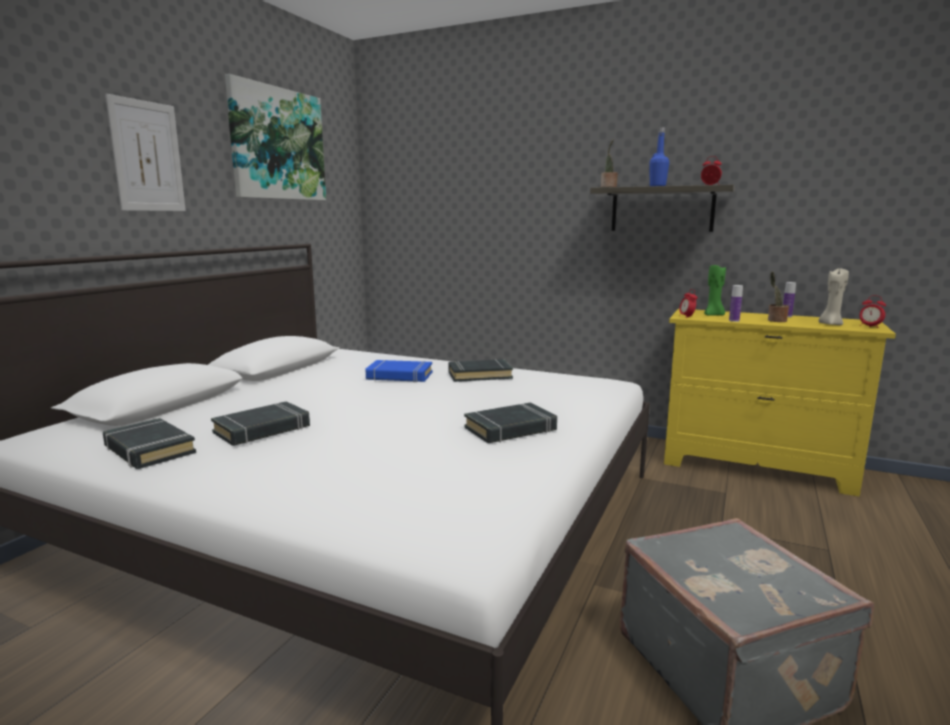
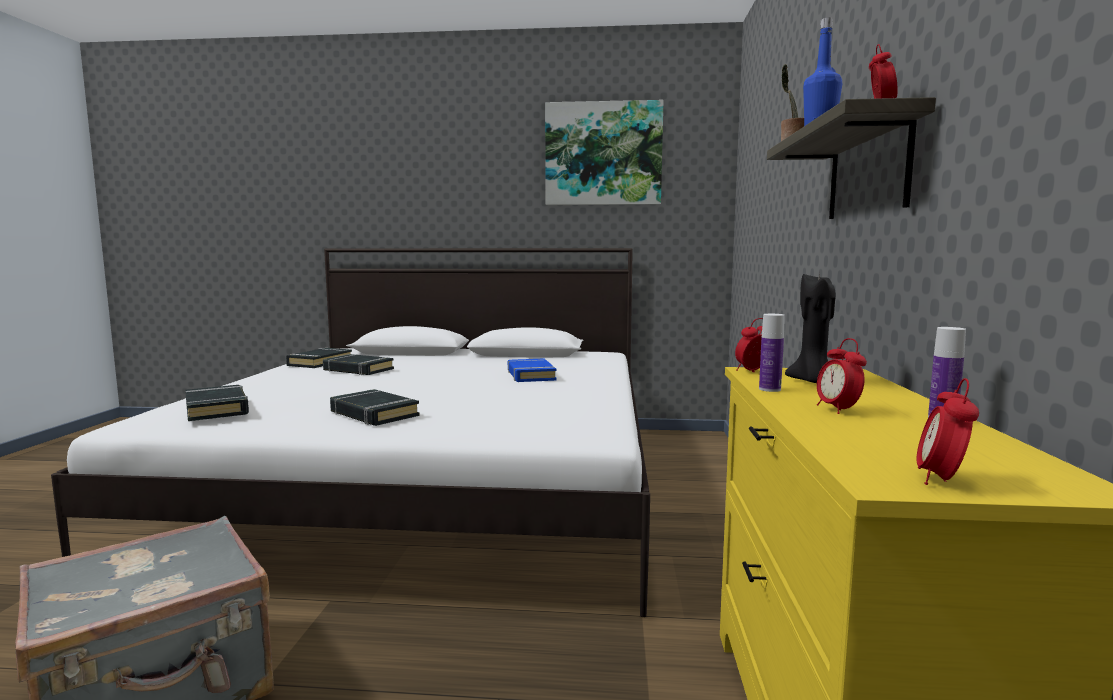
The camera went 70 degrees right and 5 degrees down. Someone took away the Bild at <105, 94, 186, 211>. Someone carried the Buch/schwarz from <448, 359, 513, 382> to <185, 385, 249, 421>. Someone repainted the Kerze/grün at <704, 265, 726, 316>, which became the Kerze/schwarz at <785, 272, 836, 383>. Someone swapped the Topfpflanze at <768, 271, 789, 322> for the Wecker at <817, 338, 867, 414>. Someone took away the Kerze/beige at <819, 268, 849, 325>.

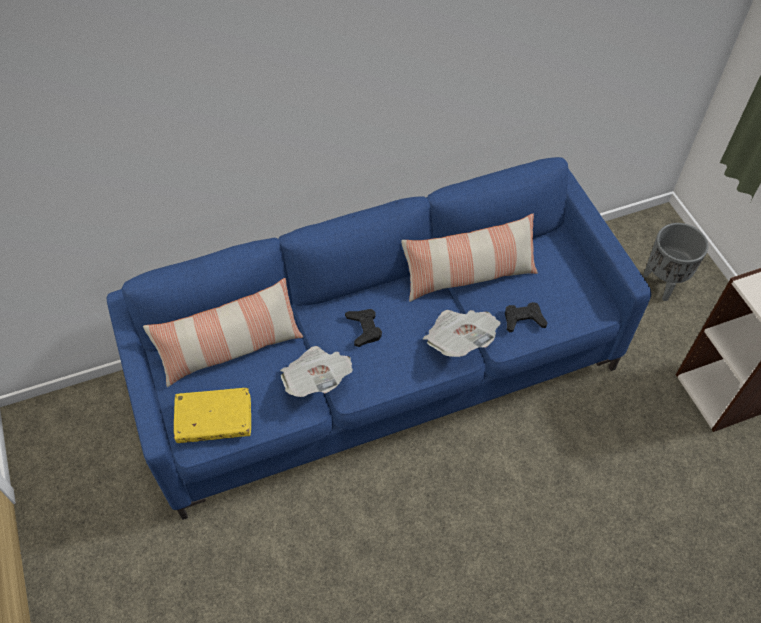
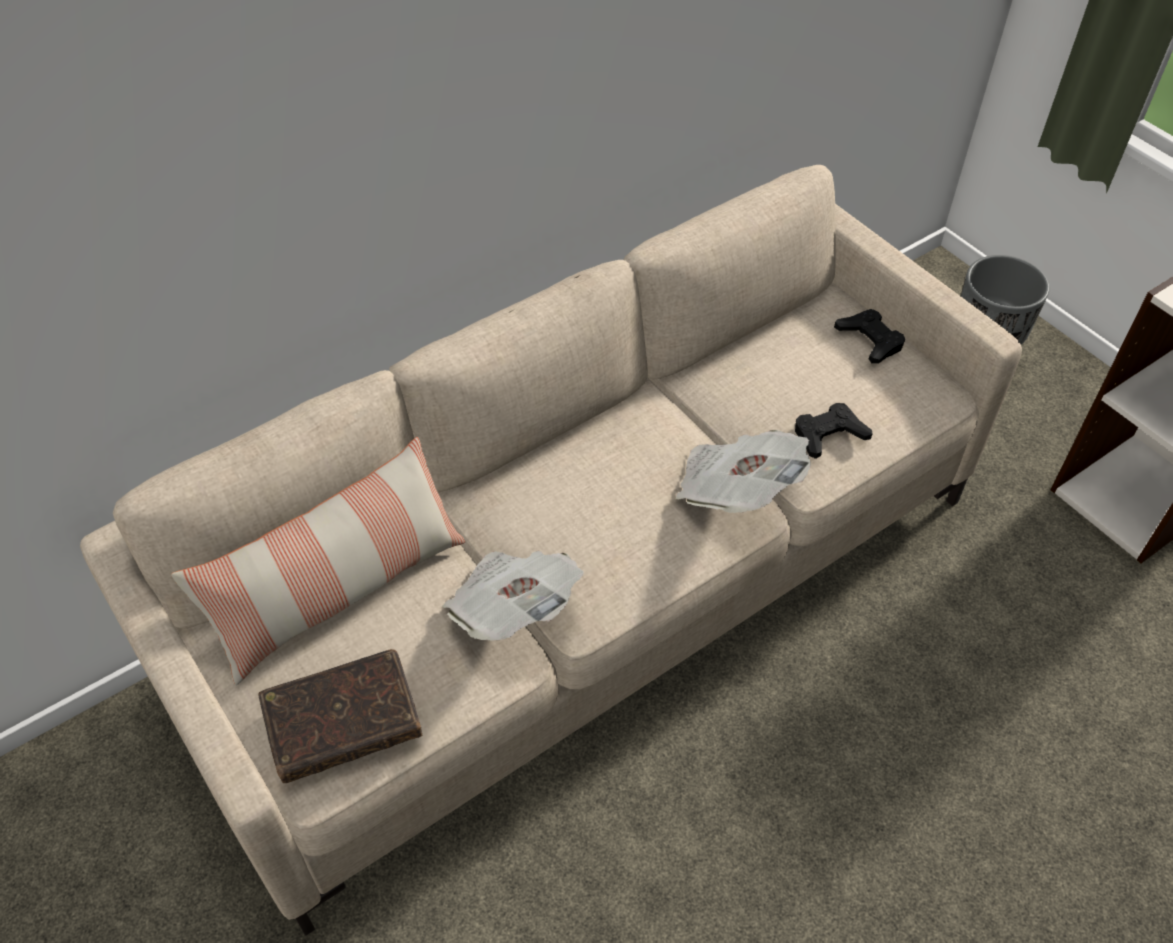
The camera went 15 degrees left and 5 degrees down. Someone repainted the Sofa/blau at <107, 157, 651, 520>, which became the Sofa/beige at <80, 165, 1022, 936>. Someone repainted the Buch/gelb at <174, 388, 251, 443>, which became the Buch/braun at <258, 649, 422, 783>. Someone carried the Gamepad/schwarz from <345, 309, 382, 347> to <834, 309, 905, 364>. Someone took away the Kissen at <401, 214, 538, 302>.

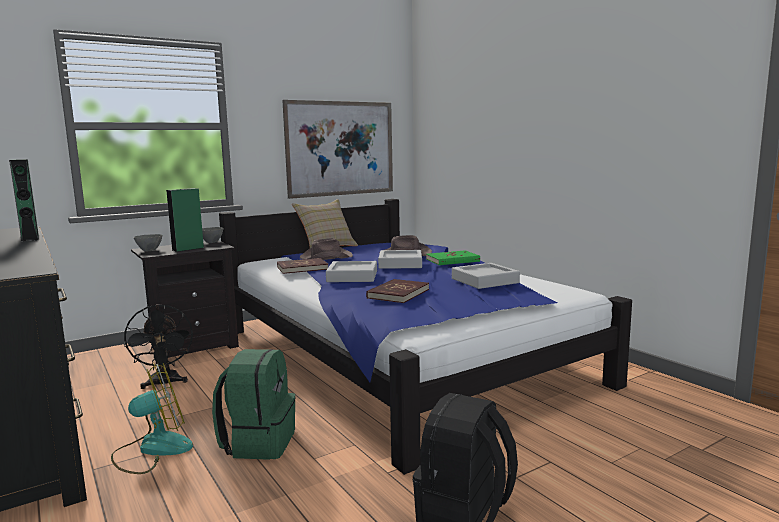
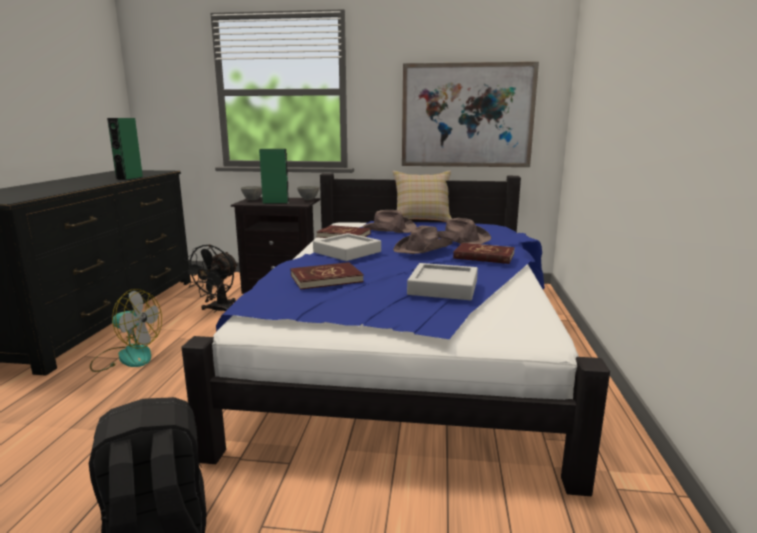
The camera went 40 degrees right and 5 degrees up. Someone took away the Rucksack/grün at <212, 349, 296, 460>. Someone swapped the Tablett/grau at <378, 250, 422, 269> for the Hut/braun at <393, 226, 453, 254>. Someone repainted the Buch/grün at <426, 250, 480, 265>, which became the Buch/rot at <453, 243, 515, 264>.

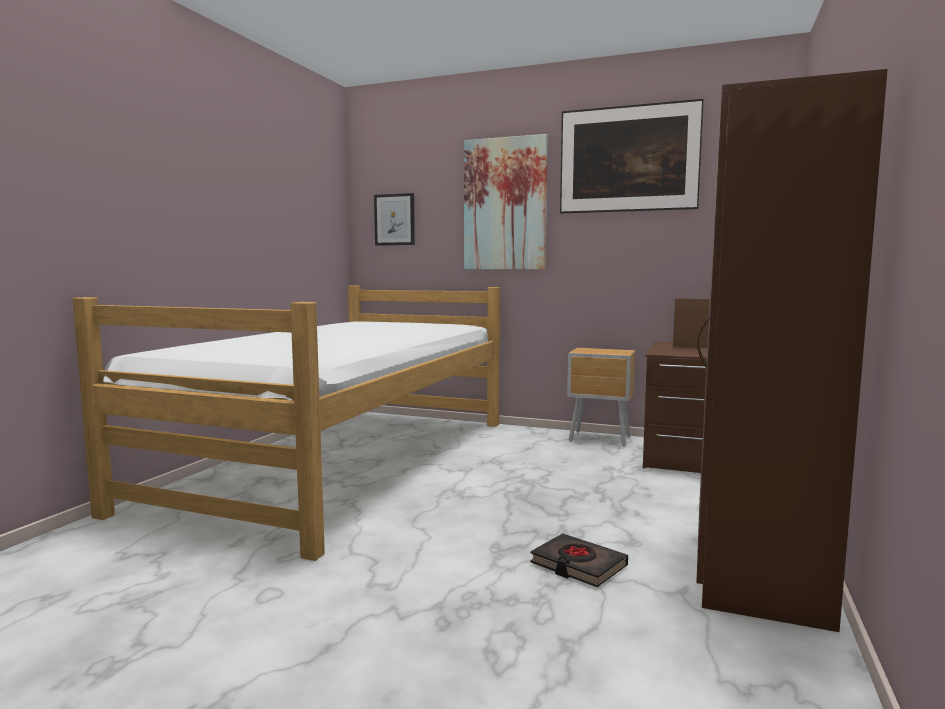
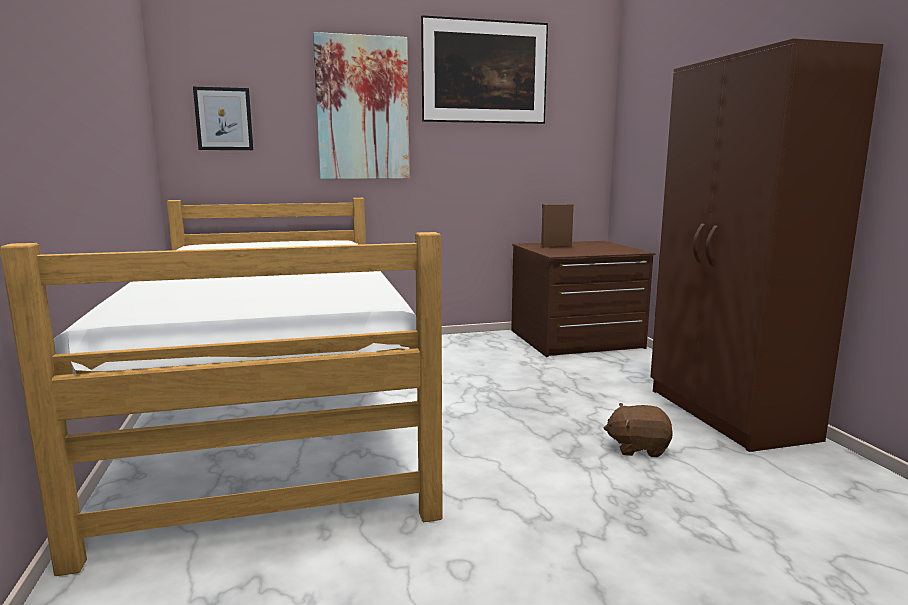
The camera went 35 degrees left and 5 degrees up. Someone swapped the Buch/schwarz at <530, 533, 628, 587> for the Plüschtier/braun at <604, 403, 673, 457>. Someone took away the Nachttisch/braun at <567, 348, 636, 447>.

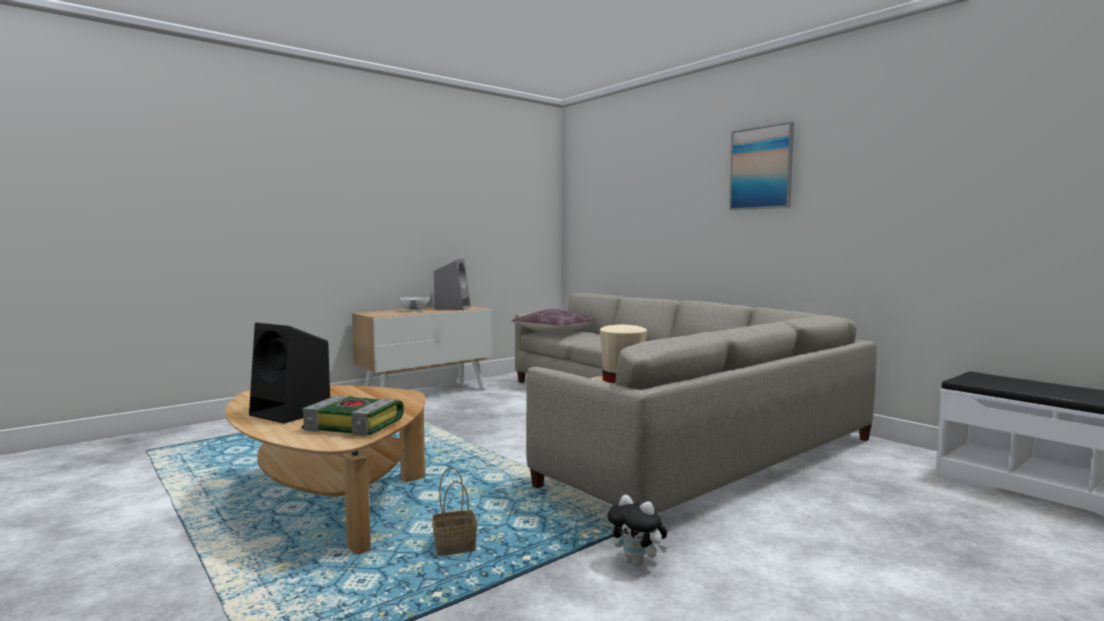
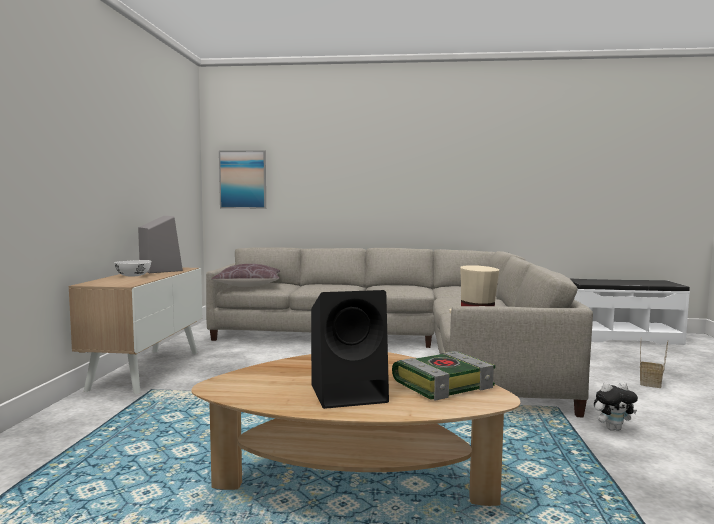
The camera went 45 degrees left and 0 degrees up. Someone carried the Korb from <432, 467, 477, 556> to <640, 341, 668, 388>. Someone carried the Bild from <729, 122, 794, 210> to <219, 150, 266, 209>.

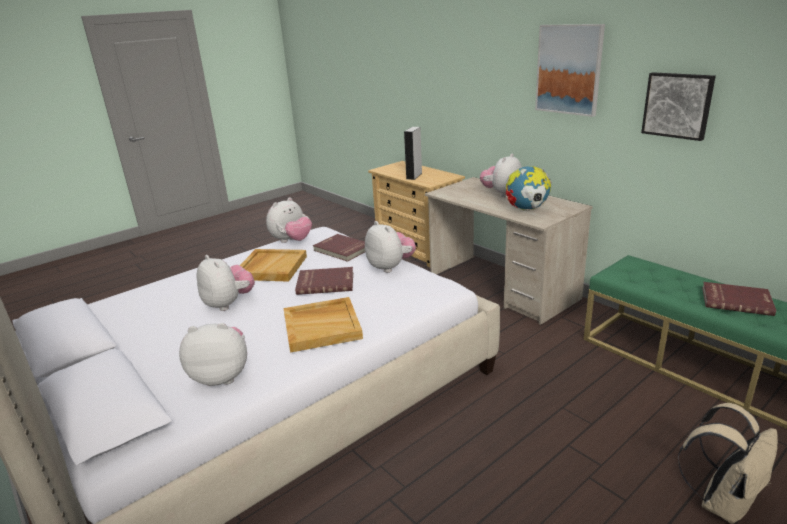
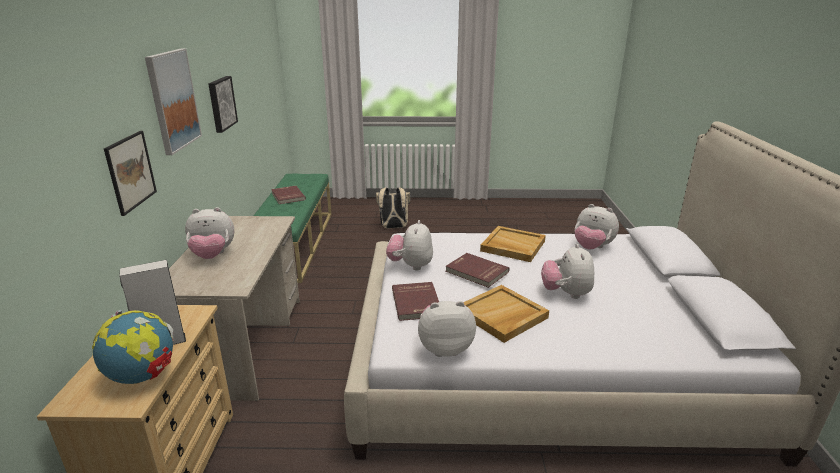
The camera went 140 degrees left and 0 degrees up. Someone carried the Globus from <506, 166, 552, 211> to <92, 310, 174, 384>. Someone put up the Bild at <104, 131, 157, 216>.

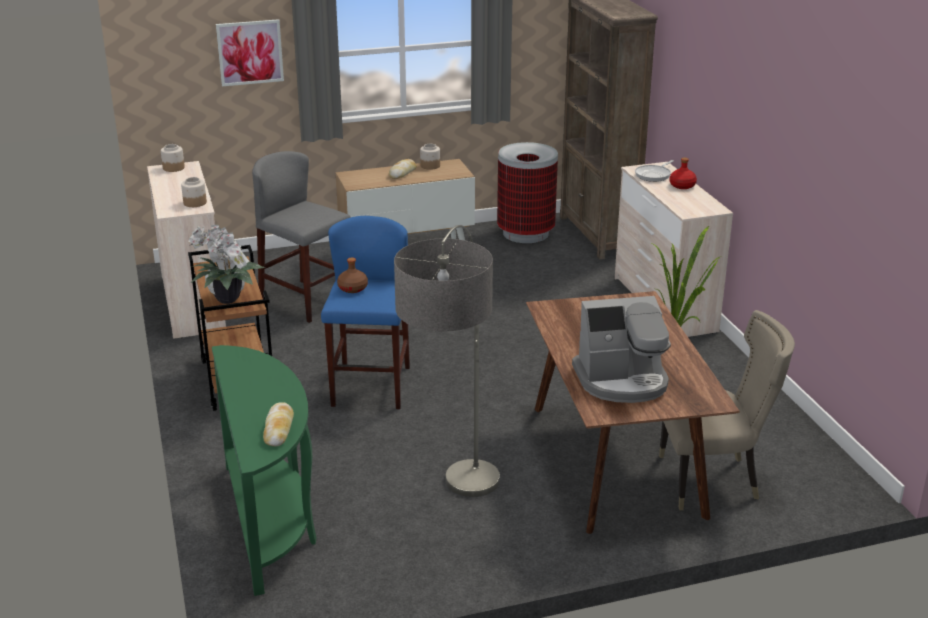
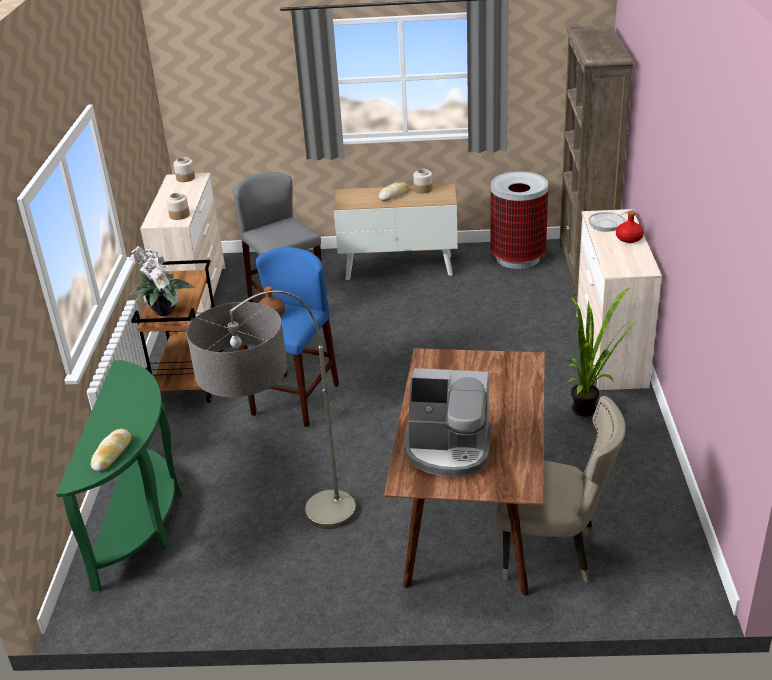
The camera went 20 degrees right and 5 degrees up. Someone took away the Bild at <216, 19, 284, 86>.

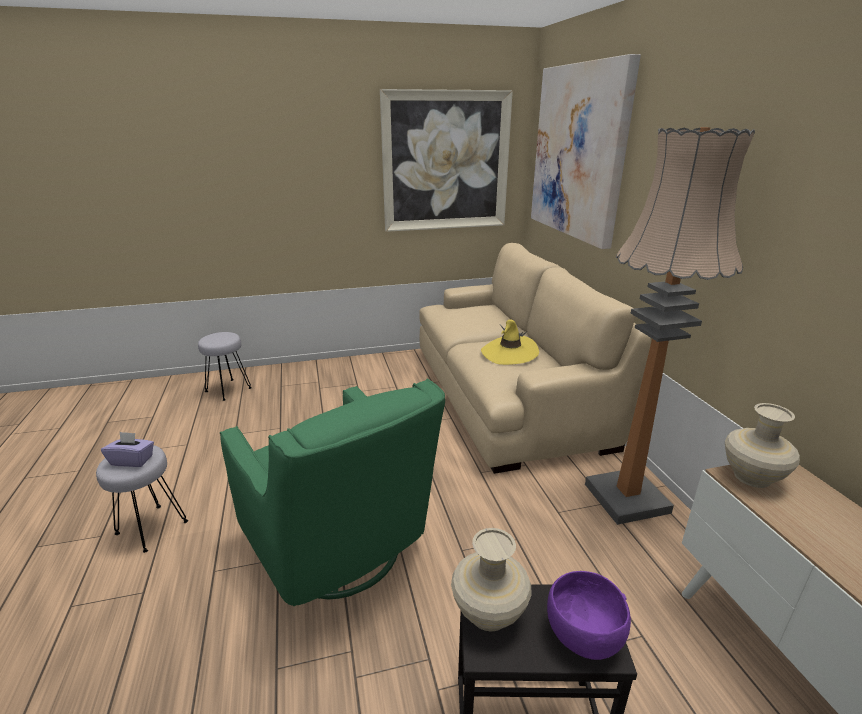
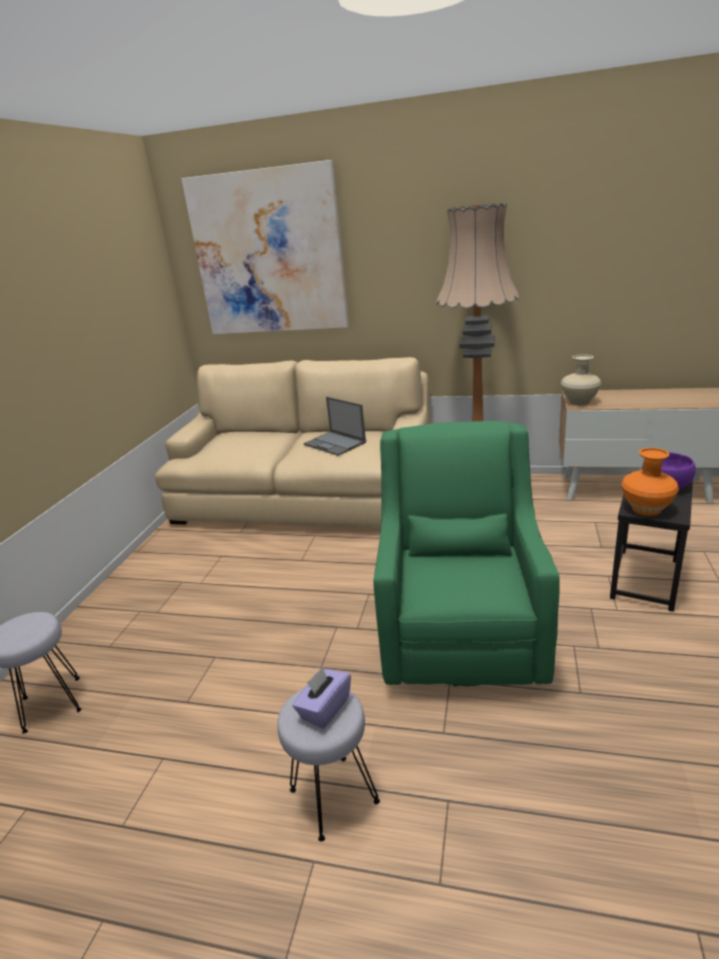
The camera went 60 degrees left and 0 degrees up. Someone rotated the Sessel/grün at <220, 379, 445, 607> by 75 degrees counterclockwise. Someone took away the Bild at <380, 89, 513, 232>. Someone repainted the Vase/beige at <451, 528, 531, 632>, which became the Vase/orange at <621, 448, 679, 516>. Someone swapped the Hut/gelb at <481, 320, 539, 365> for the Laptop at <304, 397, 366, 456>.

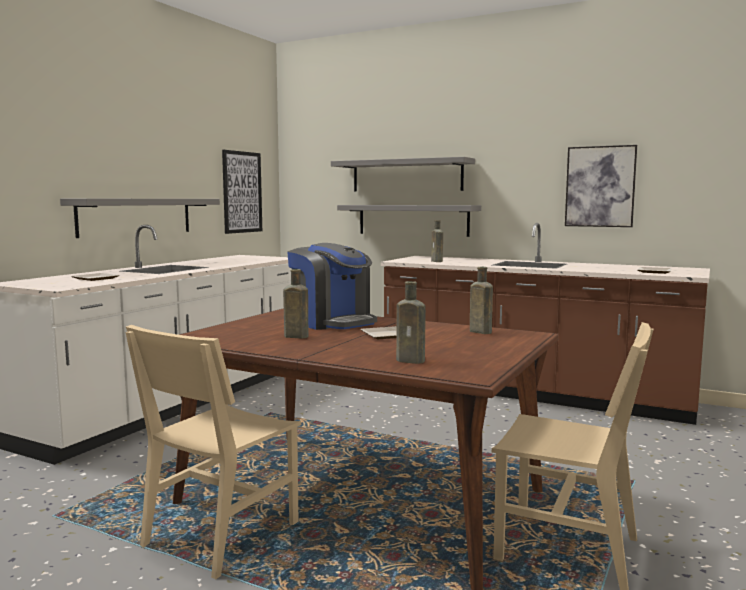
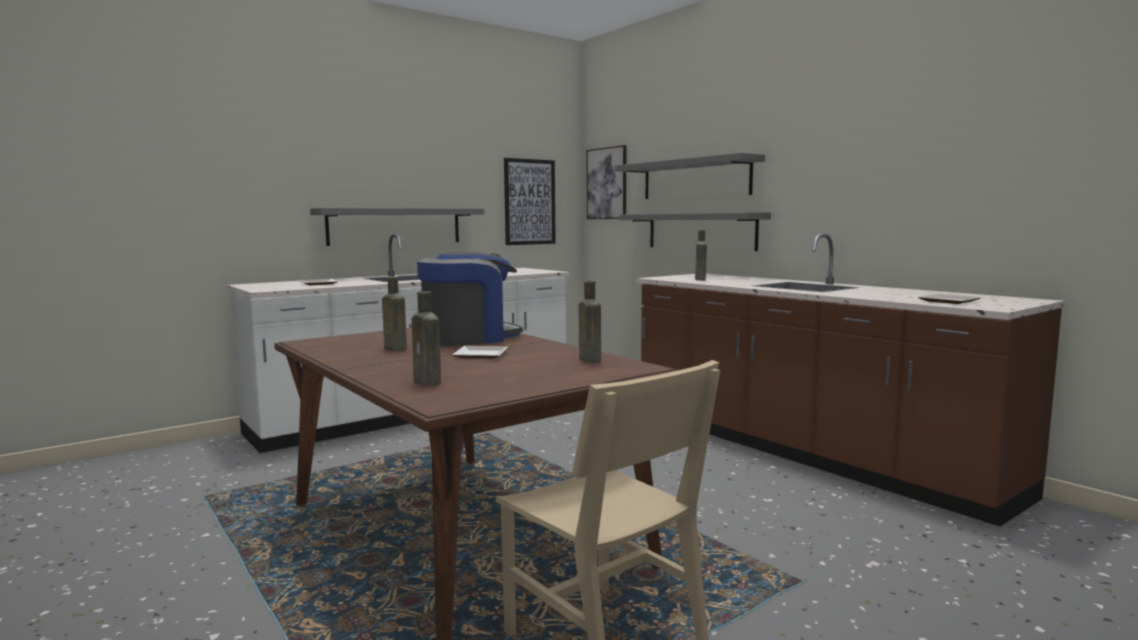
The camera went 25 degrees right and 0 degrees up. Someone took away the Stuhl/beige at <125, 325, 302, 579>. Someone rotated the Kaffeemaschine at <287, 243, 377, 330> by 105 degrees counterclockwise. Someone carried the Bild from <565, 145, 637, 227> to <587, 145, 626, 219>.

